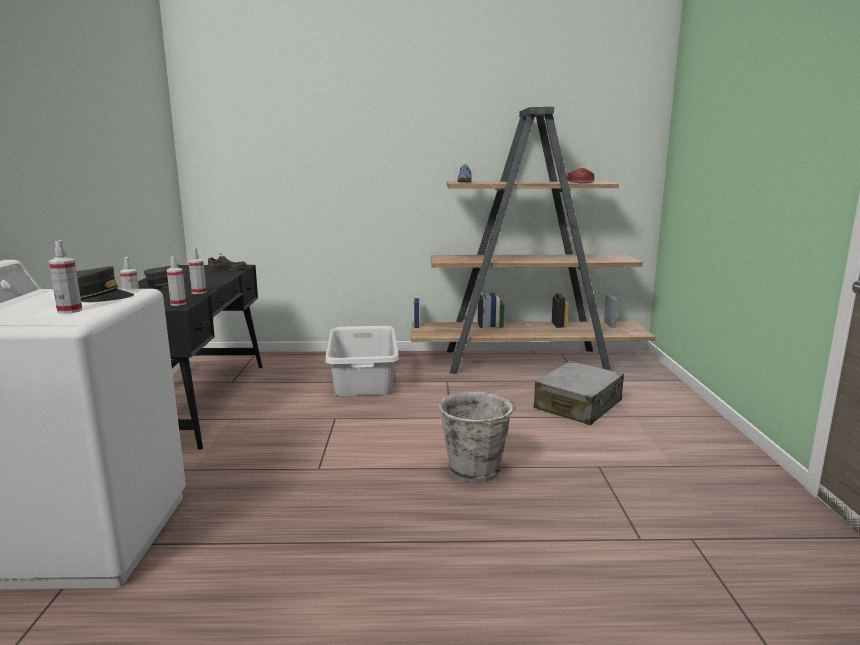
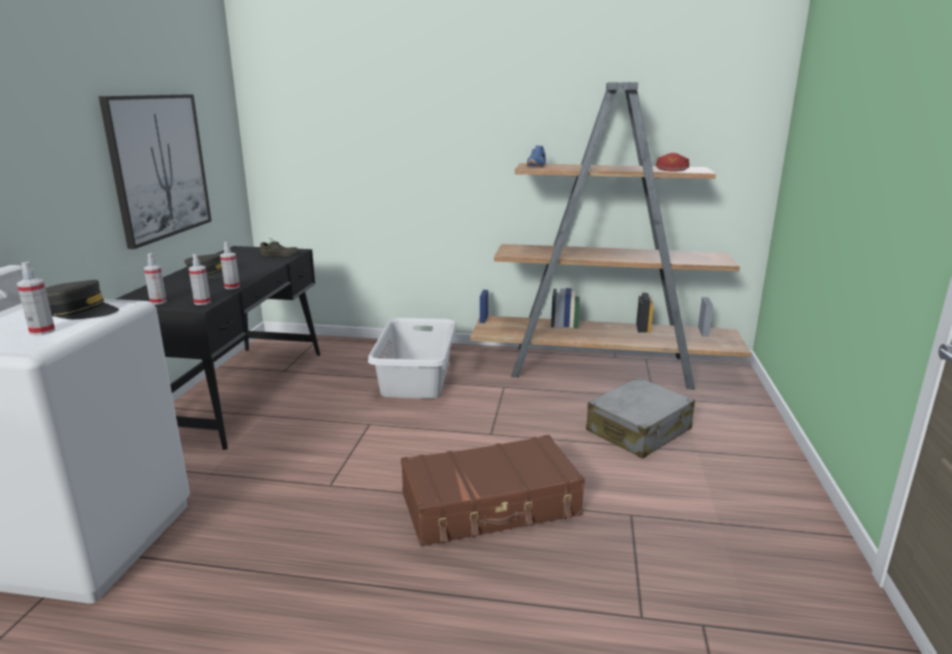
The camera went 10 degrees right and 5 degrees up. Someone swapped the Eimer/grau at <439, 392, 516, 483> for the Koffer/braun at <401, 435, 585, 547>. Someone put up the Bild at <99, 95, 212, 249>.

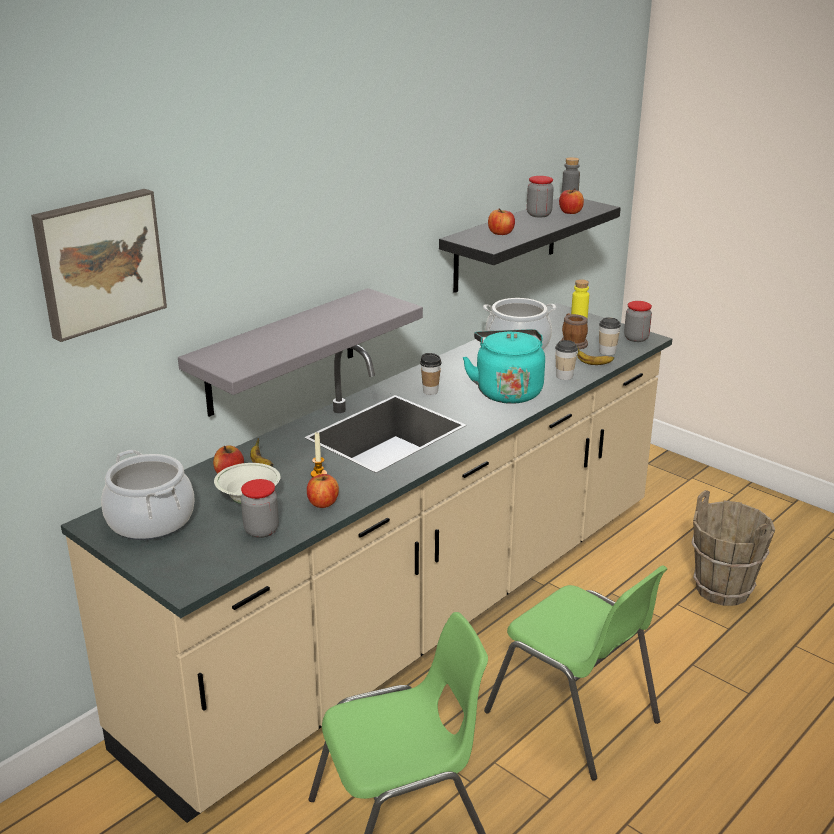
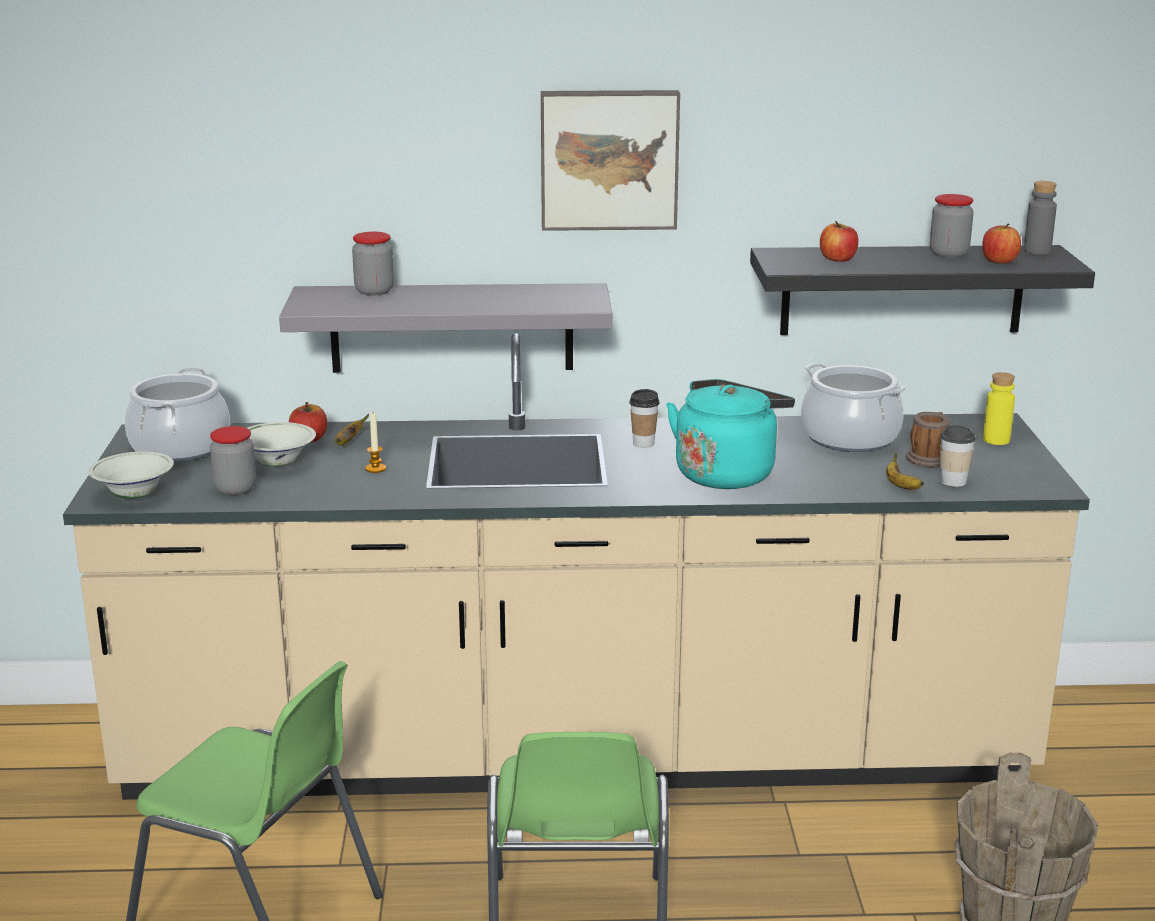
The camera went 45 degrees right and 5 degrees down. Someone carried the Bild from <31, 189, 167, 342> to <541, 90, 680, 231>. Someone took away the Apfel at <307, 474, 339, 508>. Someone took away the Tasse at <555, 340, 578, 380>. Someone carried the Vorratsglas from <624, 301, 652, 342> to <352, 232, 394, 295>. Someone put down the Schüssel/weiß at <88, 452, 174, 499>.

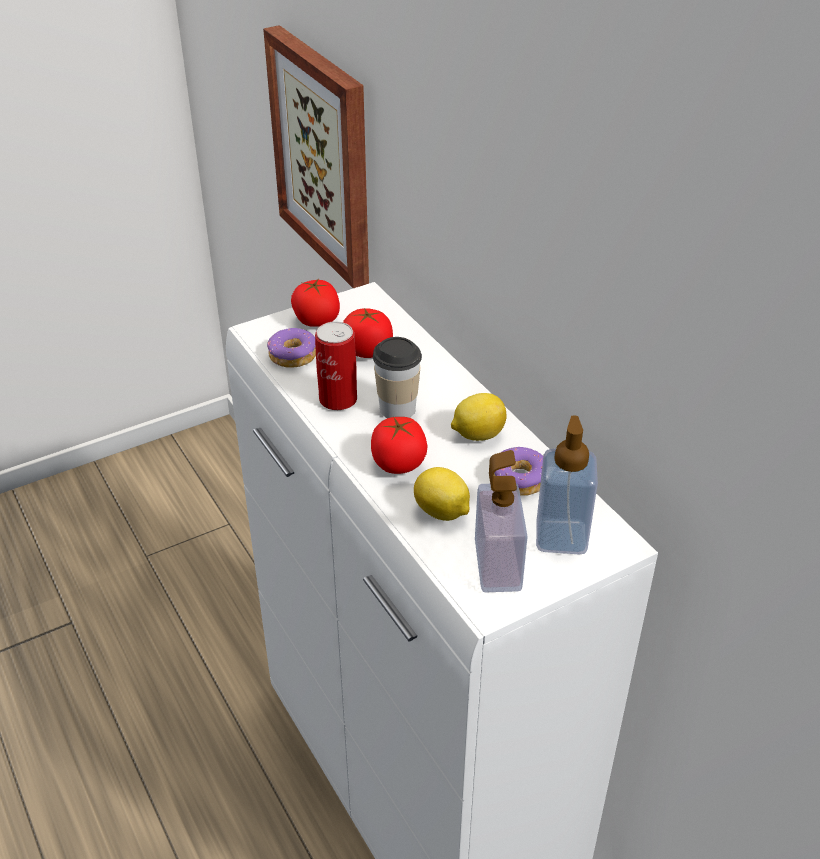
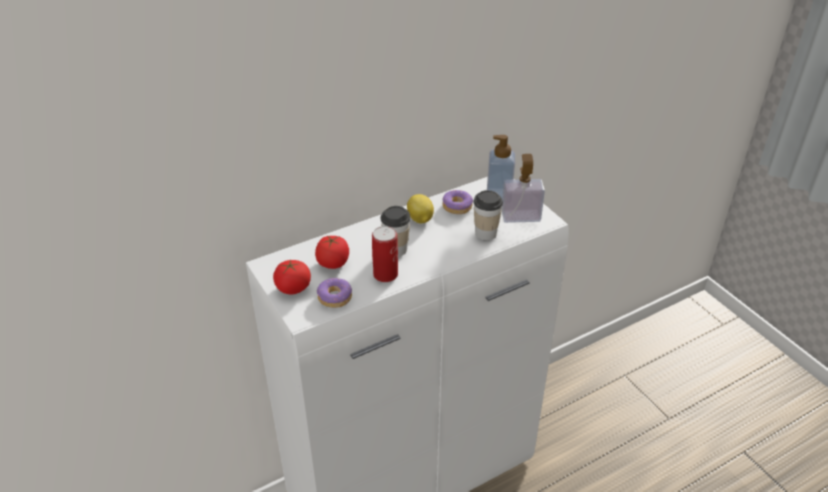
The camera went 90 degrees left and 0 degrees up. Someone took away the Bild at <263, 25, 369, 288>. Someone took away the Tomate at <371, 417, 427, 474>. Someone swapped the Zitrone at <414, 467, 470, 521> for the Tasse at <473, 190, 503, 241>.

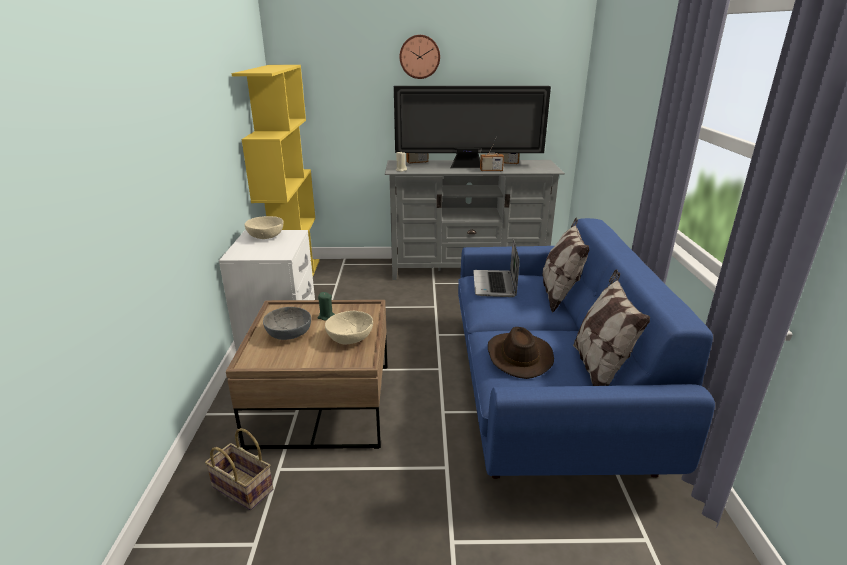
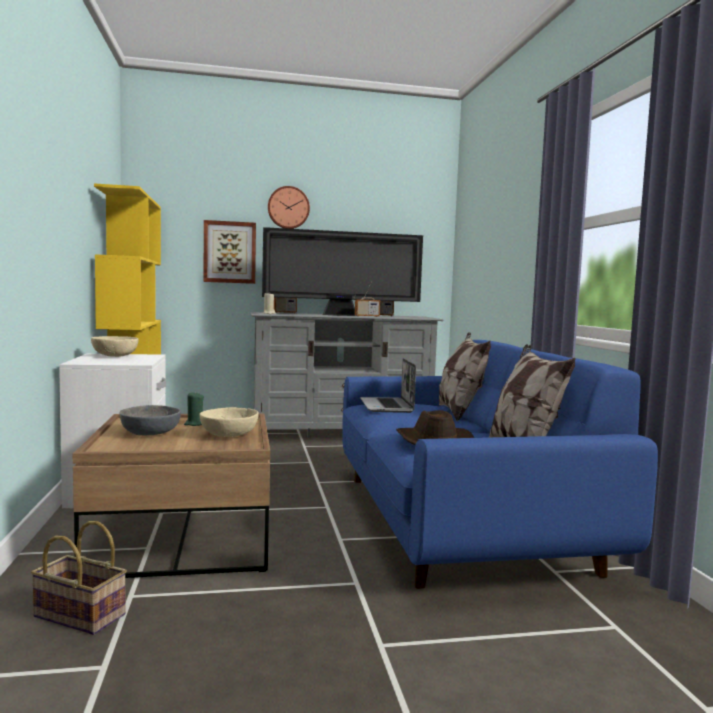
The camera went 10 degrees left and 20 degrees down. Someone put up the Bild at <203, 220, 256, 284>.

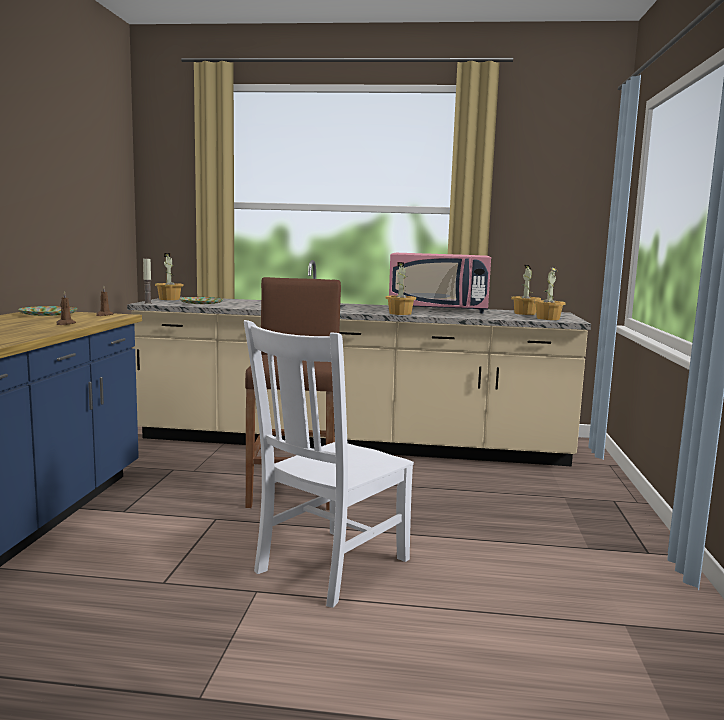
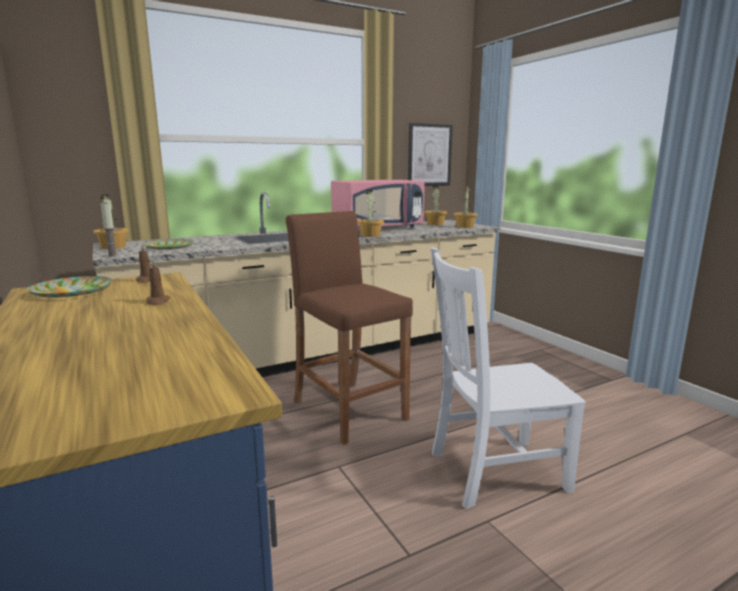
The camera went 35 degrees left and 5 degrees up. Someone rotated the Stuhl/weiß at <244, 320, 414, 608> by 75 degrees clockwise. Someone put up the Bild at <408, 123, 453, 186>.

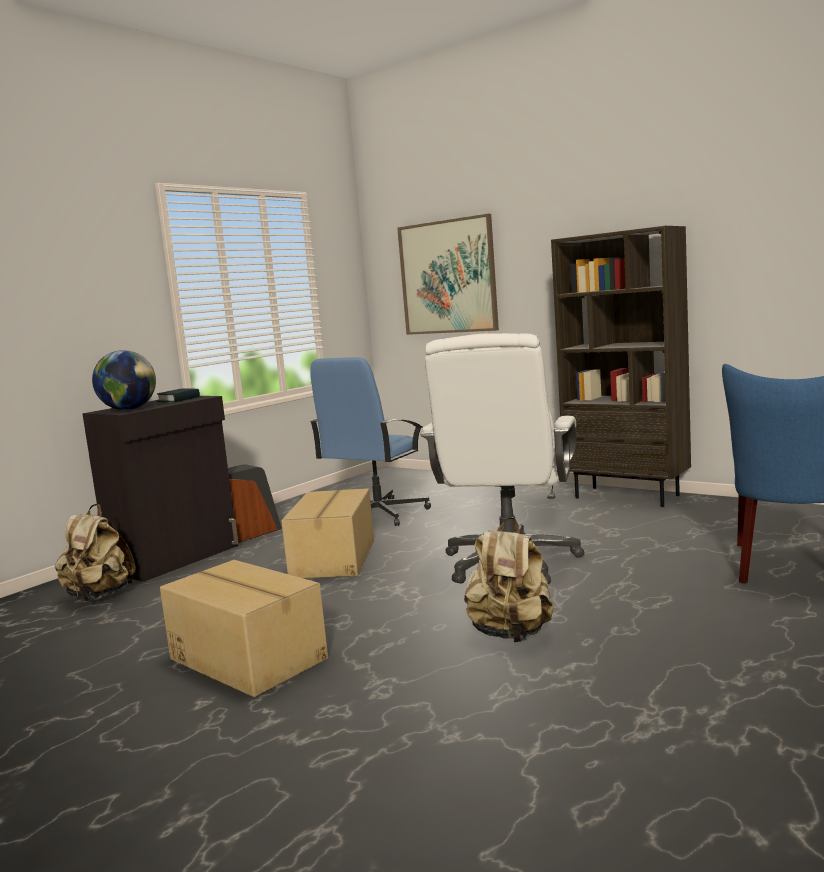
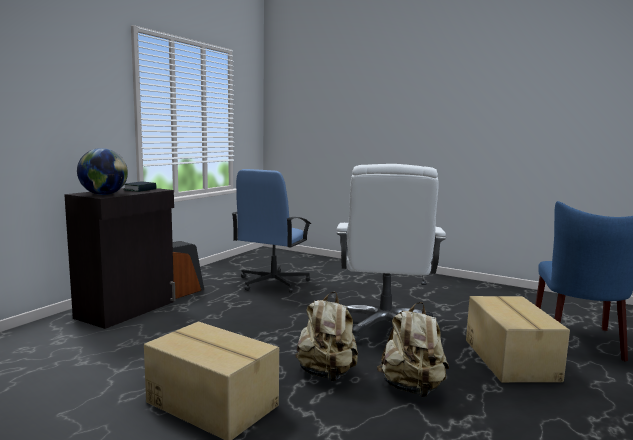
The camera went 10 degrees left and 0 degrees up. Someone carried the Rucksack/beige from <55, 504, 136, 601> to <296, 291, 358, 381>. Someone carried the Karton from <281, 488, 374, 578> to <466, 296, 570, 383>. Someone took away the Bild at <397, 214, 499, 335>. Someone took away the Bücherregal/braun at <551, 226, 691, 507>.

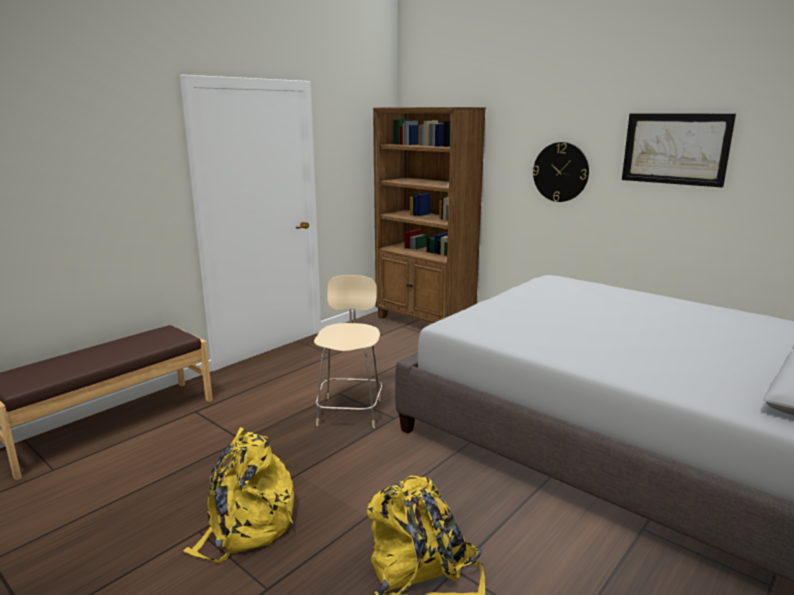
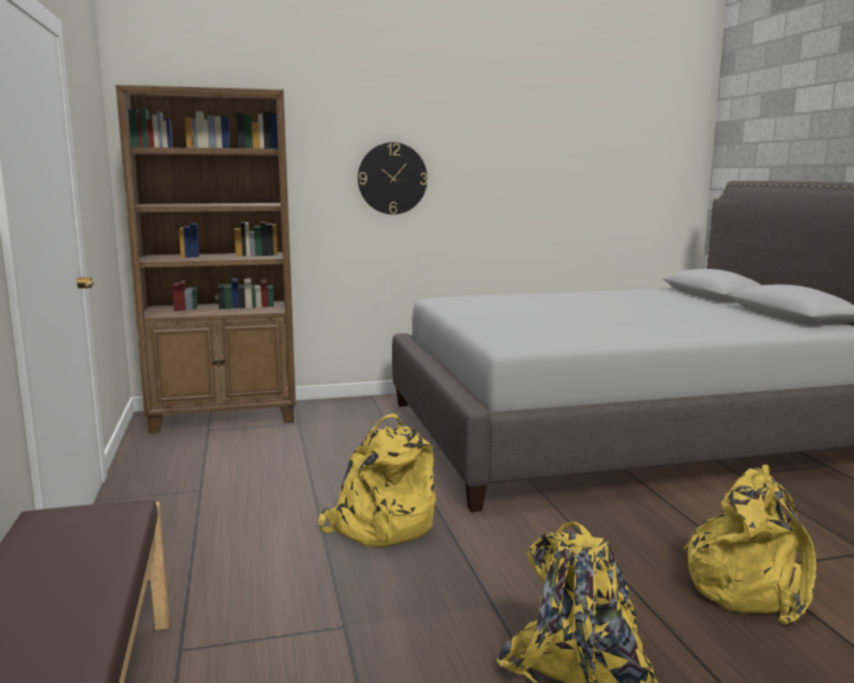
The camera went 55 degrees left and 5 degrees down. Someone swapped the Stuhl/beige at <314, 275, 382, 428> for the Rucksack/gelb at <319, 413, 436, 548>. Someone took away the Bild at <622, 113, 736, 187>.

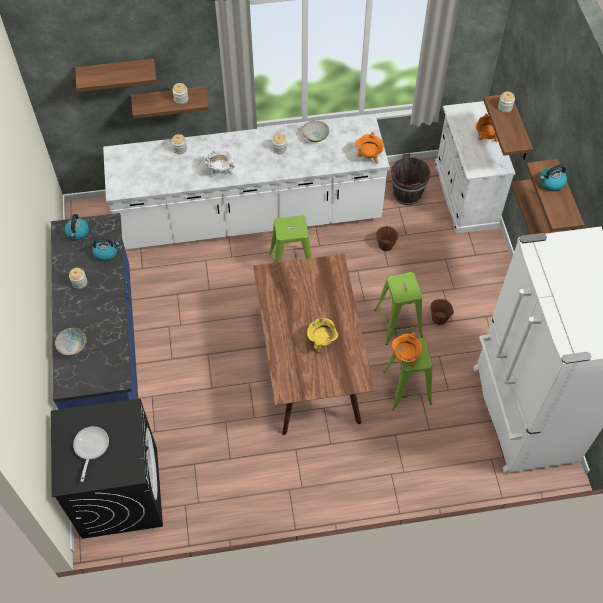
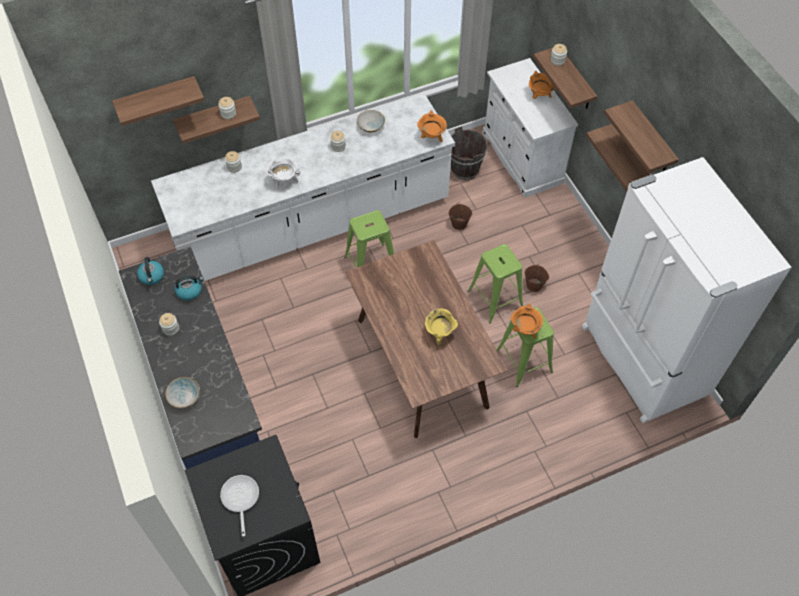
The camera went 15 degrees left and 0 degrees up. Someone took away the Wasserkessel at <540, 164, 567, 191>.

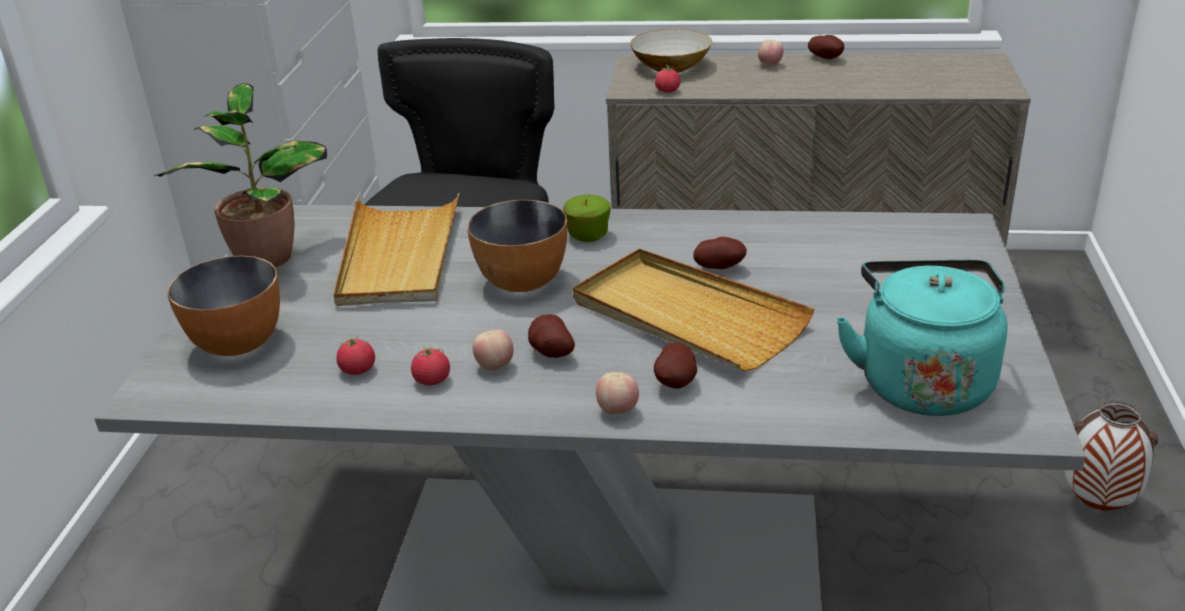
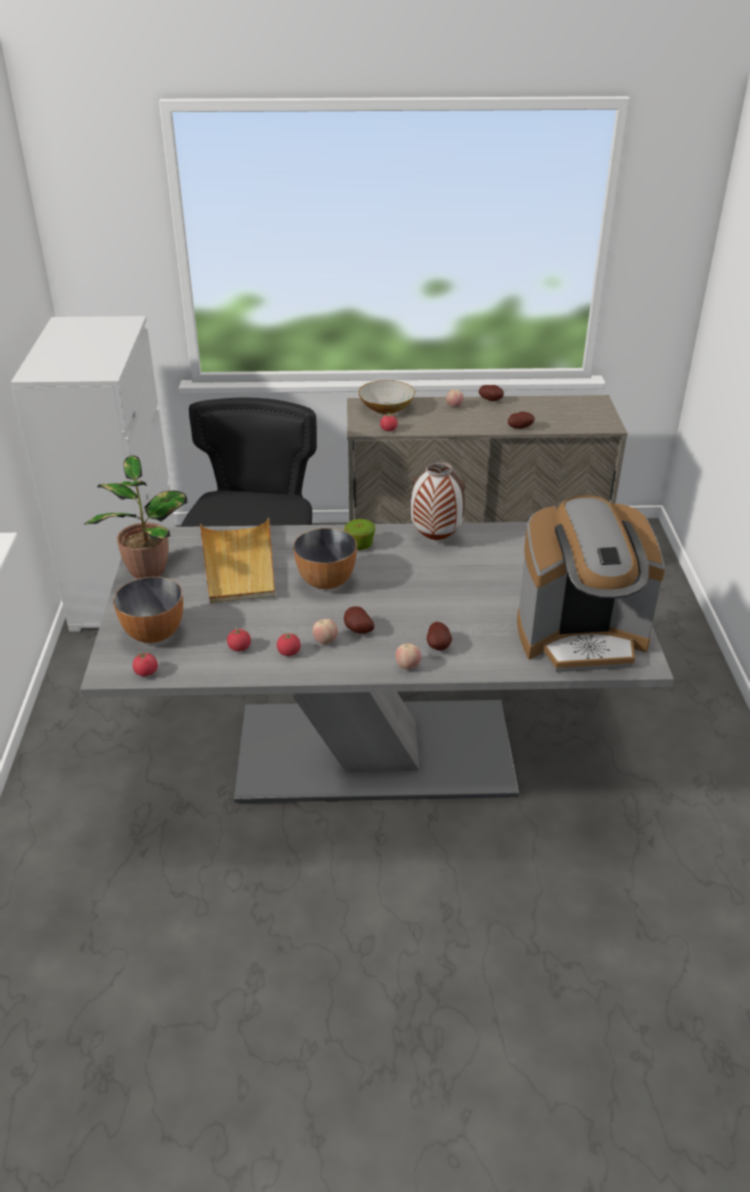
The camera went 10 degrees left and 5 degrees up. Someone took away the Tablett/beige at <573, 248, 814, 371>. Someone carried the Kartoffel from <693, 237, 747, 269> to <508, 412, 535, 429>. Someone swapped the Wasserkessel/türkis at <836, 260, 1008, 416> for the Kaffeemaschine at <517, 495, 666, 672>. Someone carried the Vase from <1065, 401, 1158, 510> to <411, 461, 466, 540>. Someone put down the Tomate at <133, 651, 158, 676>.

